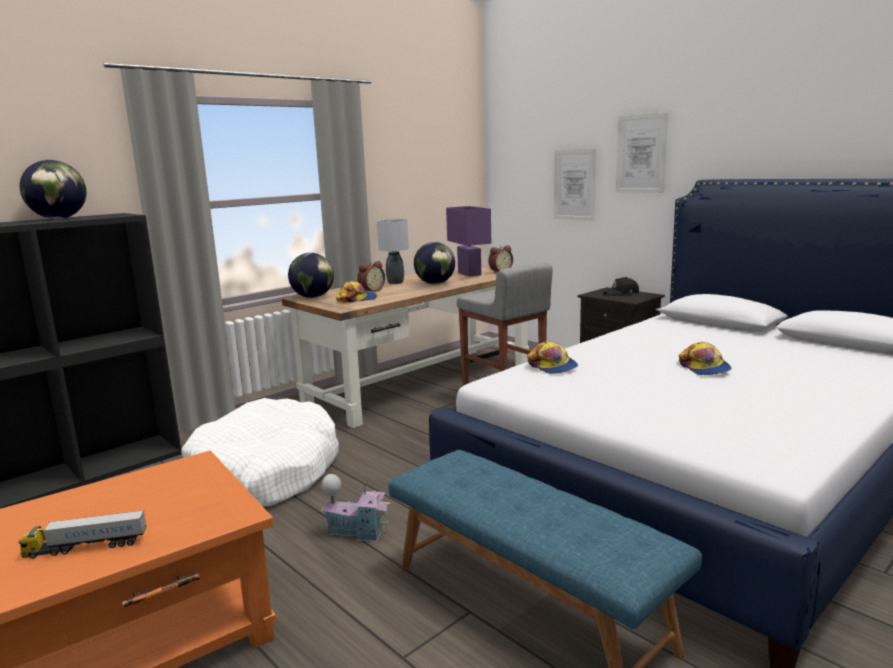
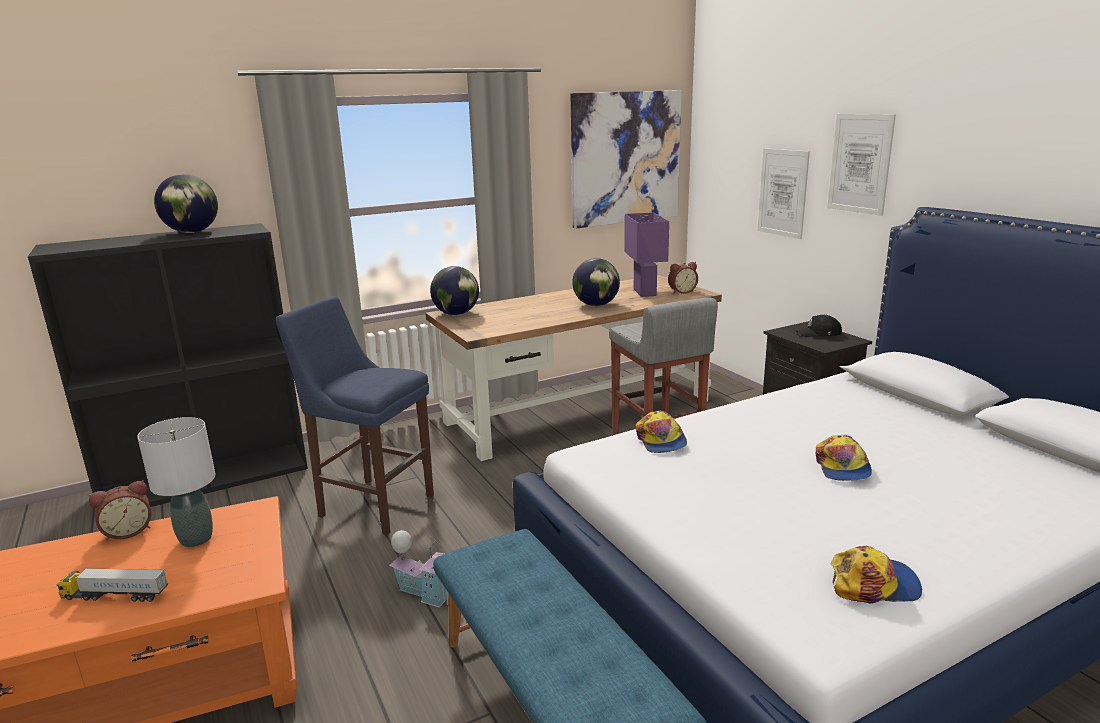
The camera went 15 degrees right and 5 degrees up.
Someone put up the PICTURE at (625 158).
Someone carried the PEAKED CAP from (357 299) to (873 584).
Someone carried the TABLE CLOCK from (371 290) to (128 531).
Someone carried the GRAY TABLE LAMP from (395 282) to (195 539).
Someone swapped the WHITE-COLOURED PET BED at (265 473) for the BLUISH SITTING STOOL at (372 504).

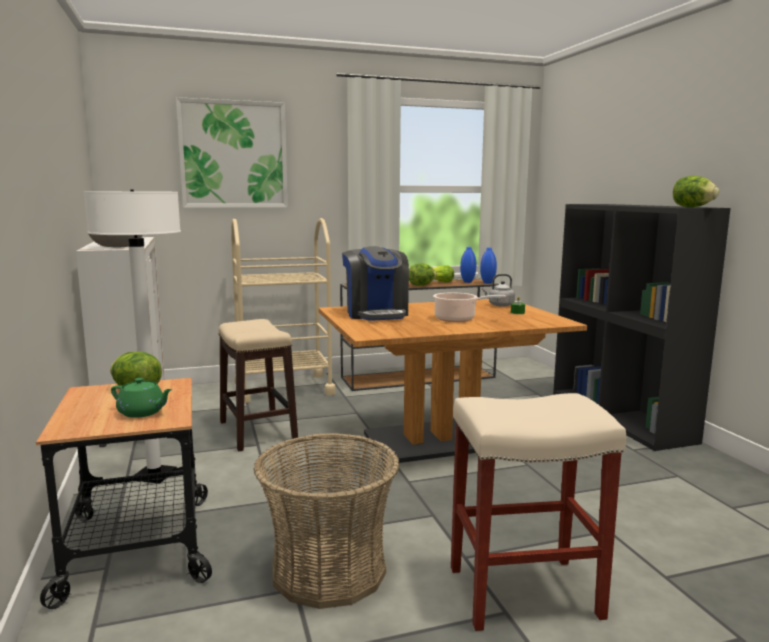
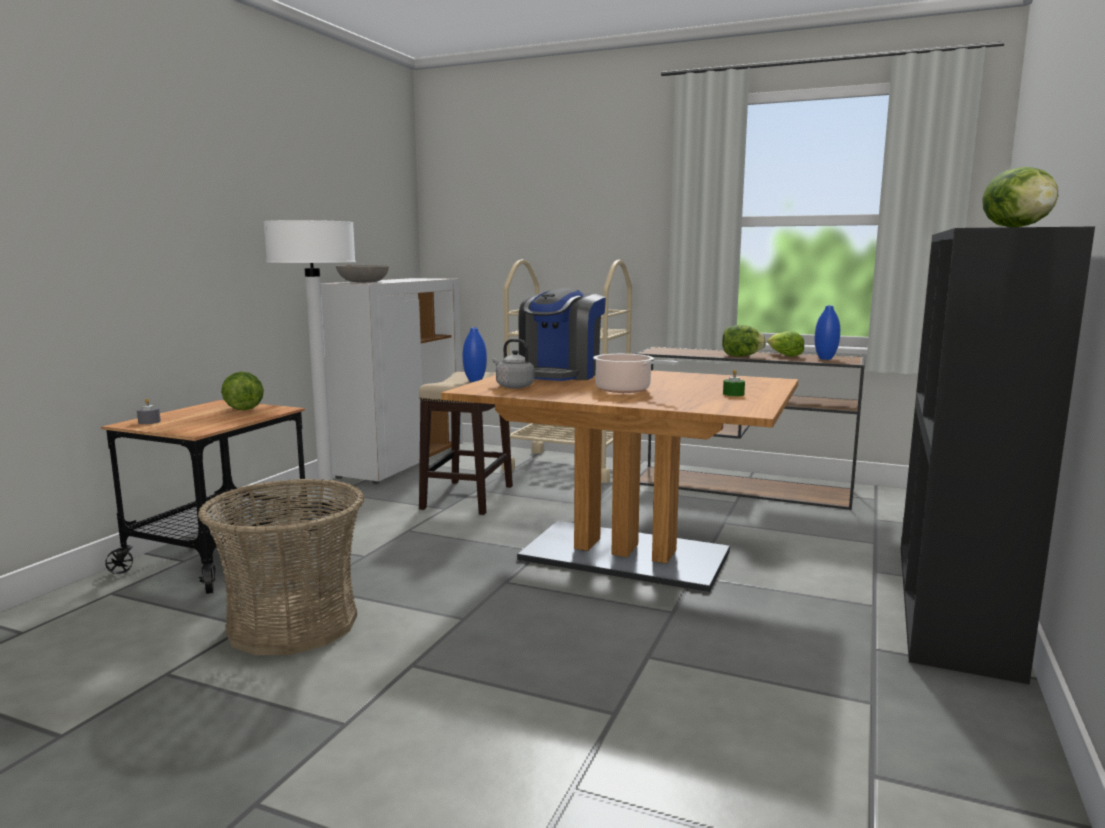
The camera went 40 degrees right and 0 degrees up.
Someone took away the GREEN-COLOURED TEA POT at (142 412).
Someone took away the PICTURE at (233 155).
Someone took away the BEIGE-COLOURED SITTING STOOL at (525 591).
Someone put down the GRAY WAX CANDLE at (149 422).
Someone carried the BLUISH DECORATIVE VASE from (487 283) to (475 381).
Someone carried the GRAY KETTLE from (499 305) to (513 386).

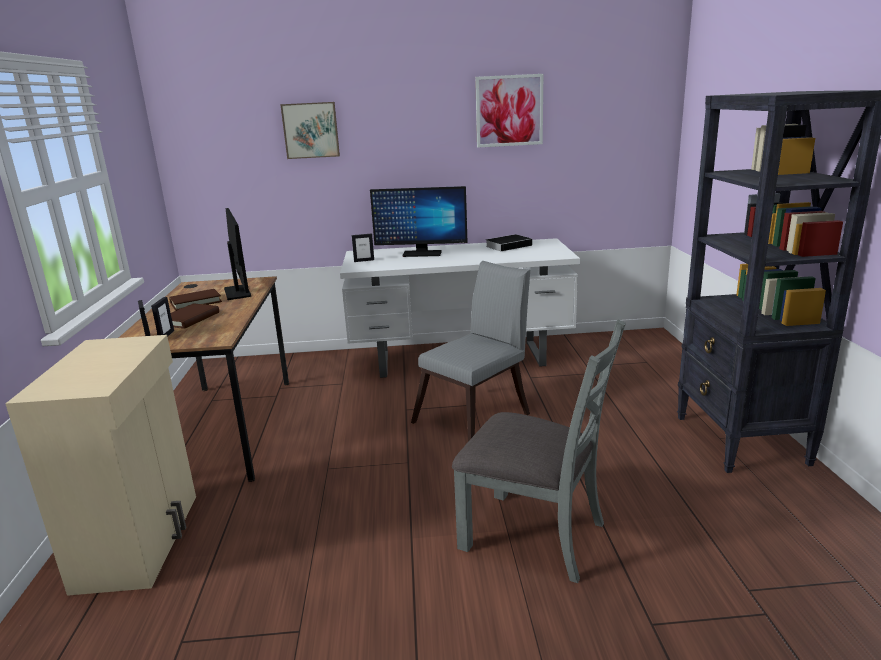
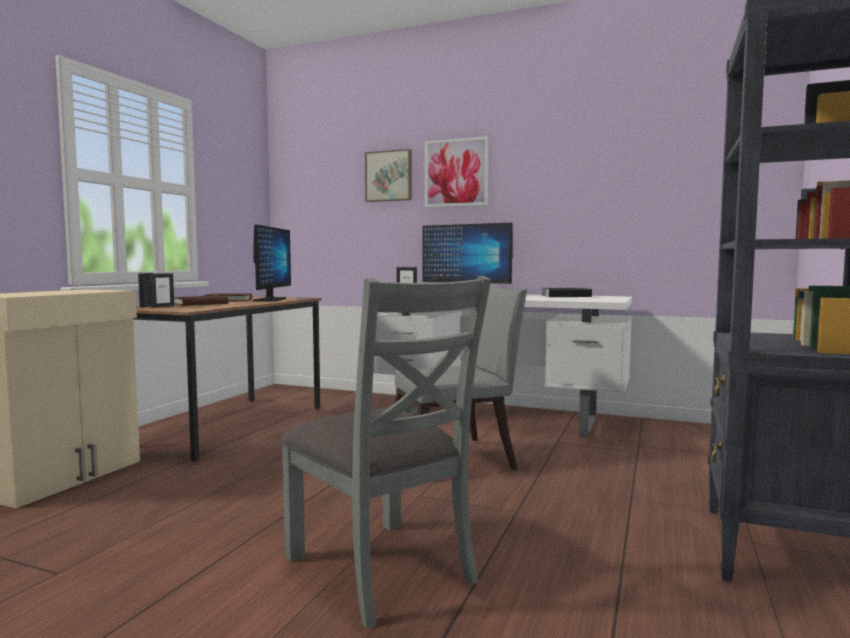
The camera went 25 degrees right and 15 degrees down.
Someone carried the PICTURE from (509 111) to (456 173).

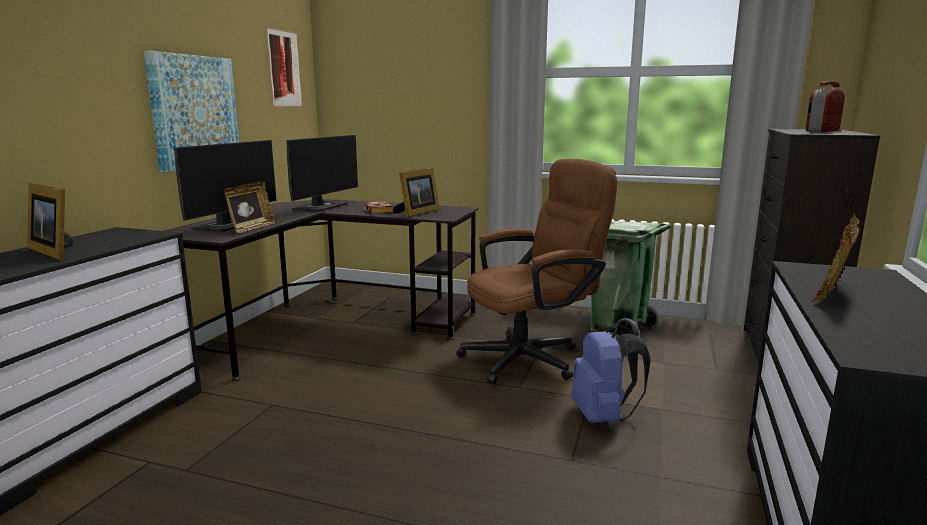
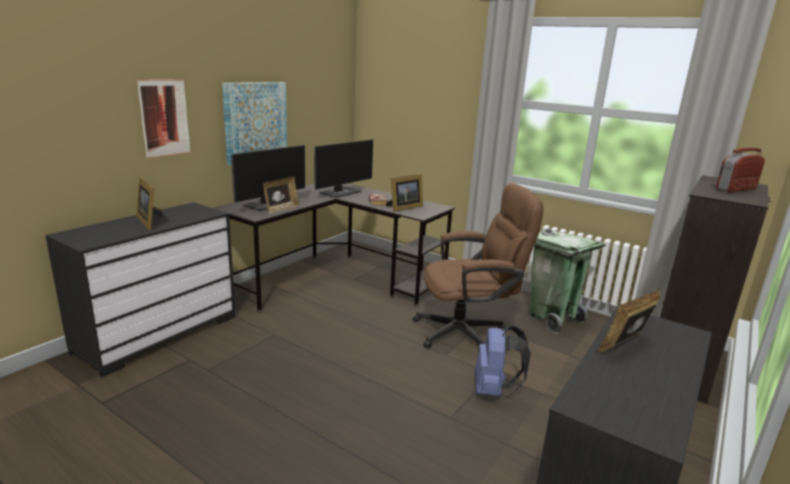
The camera went 15 degrees right and 5 degrees up.
Someone carried the PICTURE from (284 69) to (164 118).

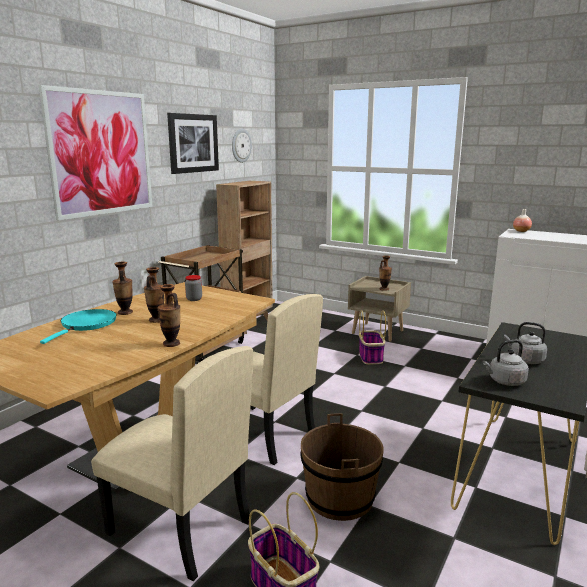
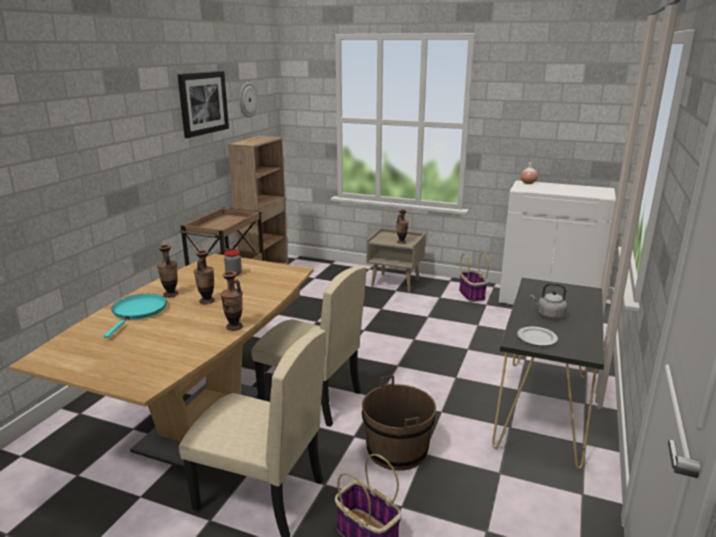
The camera went 10 degrees left and 5 degrees up.
Someone took away the PICTURE at (101 153).
Someone carried the HOUSEHOLD BASKET from (371 357) to (472 295).
Someone swapped the GRAY KETTLE at (505 381) for the PLATE at (536 338).

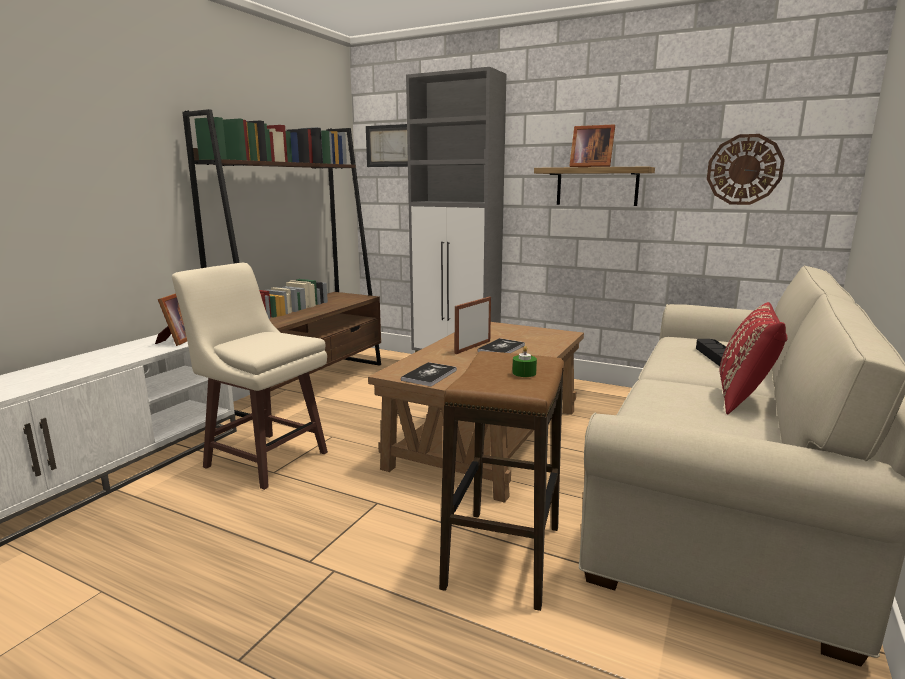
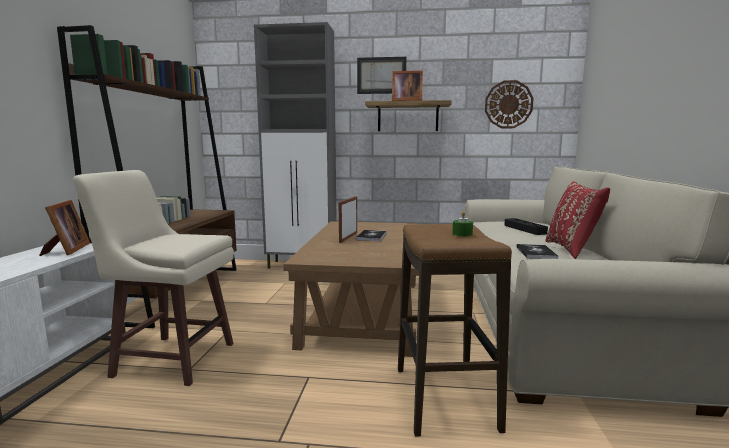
The camera went 20 degrees left and 5 degrees down.
Someone carried the PICTURE from (390 146) to (381 75).
Someone carried the BOOK from (429 375) to (536 252).

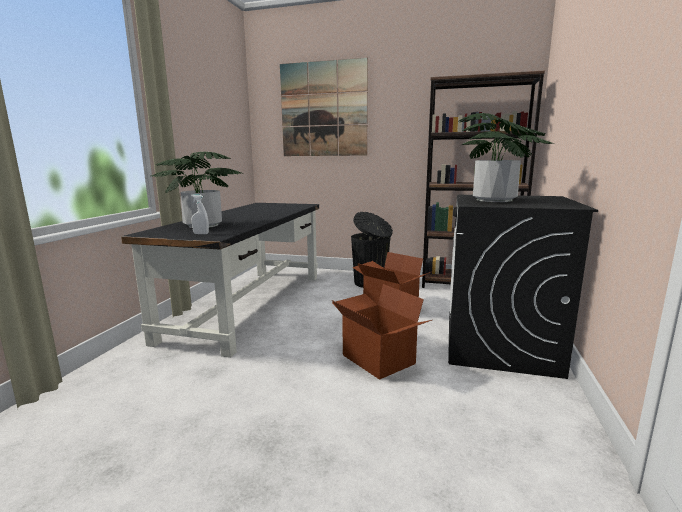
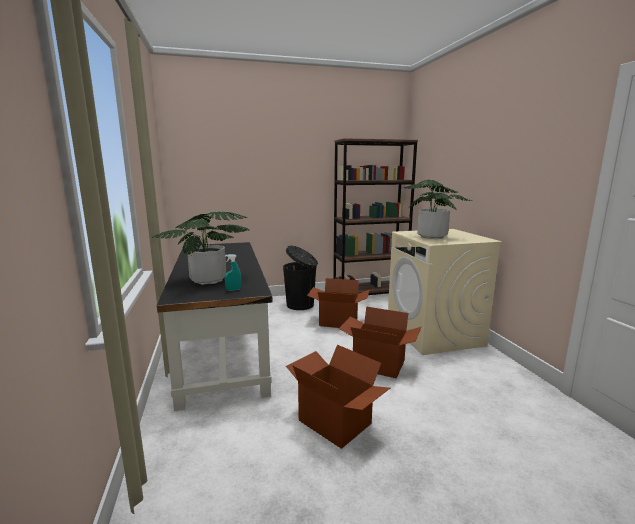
The camera went 30 degrees left and 0 degrees up.
Someone took away the PICTURE at (323 109).
Someone put down the CARDBOARD BOX at (335 421).
Someone repainted the WHITE-COLOURED SPRAY BOTTLE at (201 234), which became the BLUE-GREEN SPRAY BOTTLE at (233 290).
Someone repainted the BLACKISH WASHING MACHINE at (499 345), which became the BEIGE-COLOURED WASHING MACHINE at (434 334).

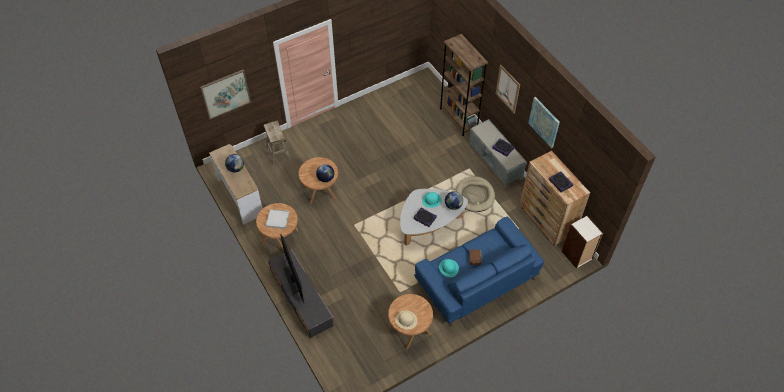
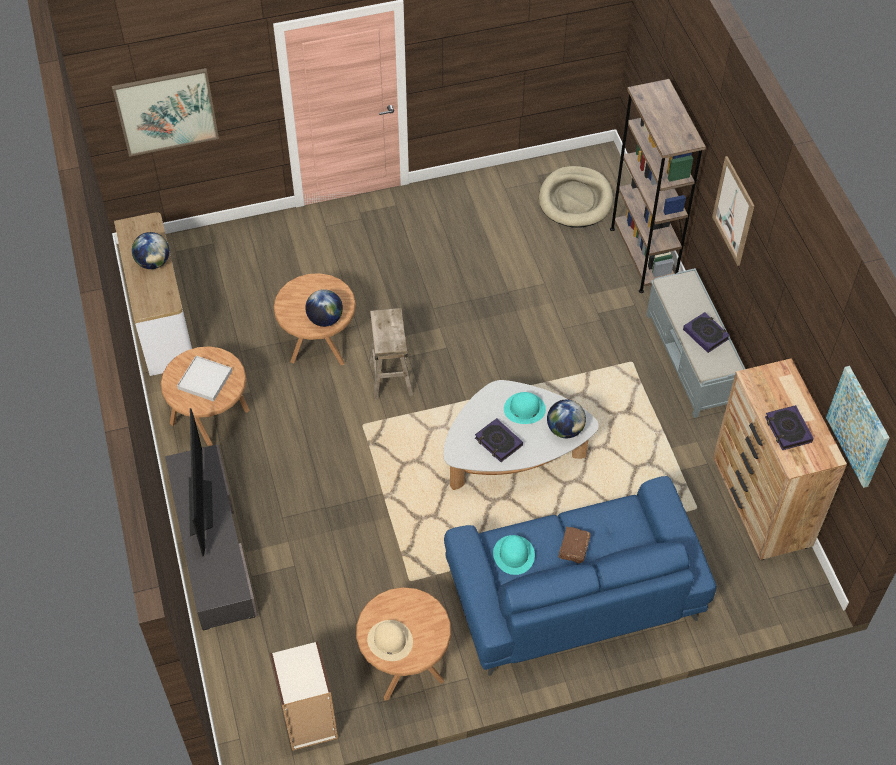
The camera went 15 degrees right and 0 degrees up.
Someone carried the BEIGE-COLOURED SITTING STOOL from (278 154) to (390 376).
Someone carried the BEIGE-COLOURED PET BED from (475 195) to (575 200).
Someone carried the PICTURE from (544 122) to (859 426).
Someone carried the BOOKCASE from (577 255) to (309 720).

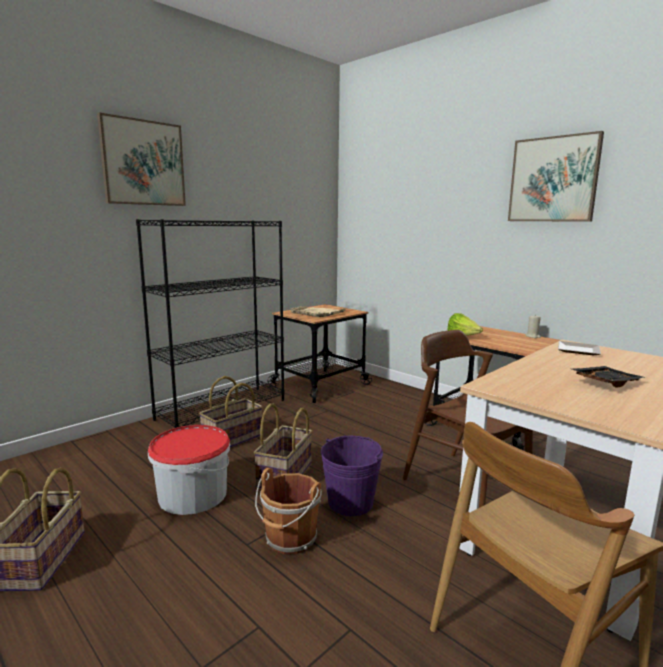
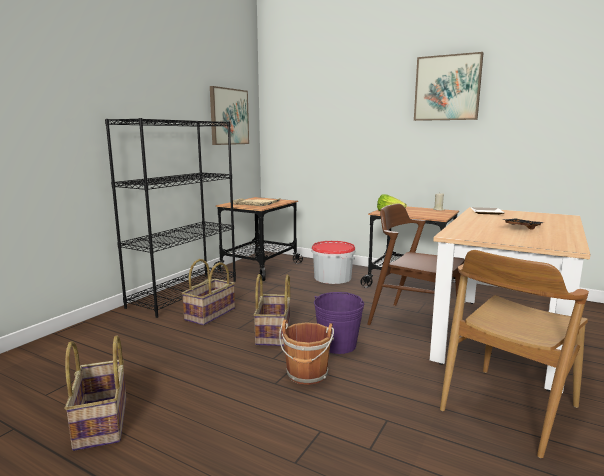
The camera went 15 degrees left and 0 degrees up.
Someone carried the PICTURE from (143 163) to (229 116).
Someone carried the PAIL from (192 495) to (332 277).

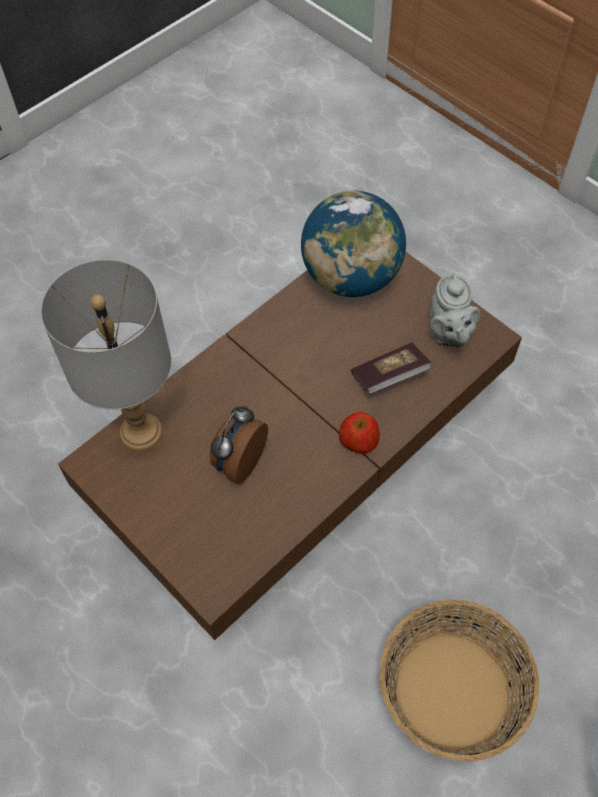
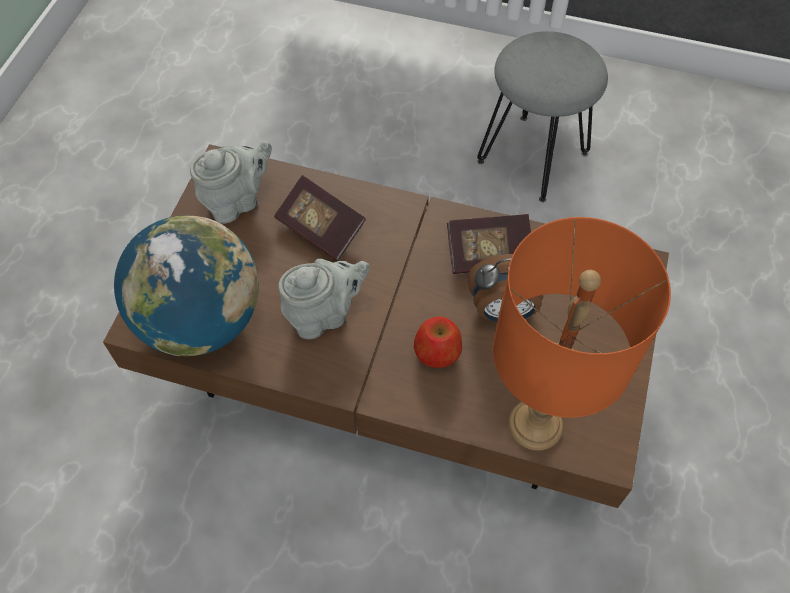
The camera went 120 degrees left and 0 degrees up.
Someone put down the GRAY TEA POT at (324 315).
Someone put down the BOOK at (488 254).
Someone carried the WHOLE APPLE from (358 440) to (437 351).
Someone swapped the HOUSEHOLD BASKET at (452 689) for the GRAY SITTING STOOL at (531 157).
Someone repainted the GRAY TABLE LAMP at (140 432), which became the ORANGE-COLOURED TABLE LAMP at (536 425).

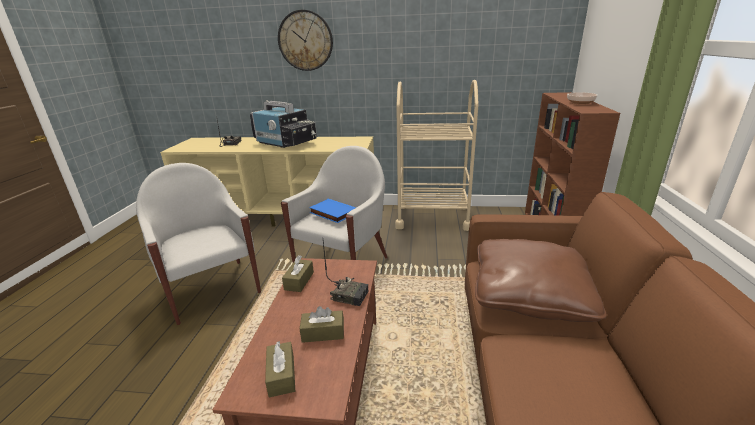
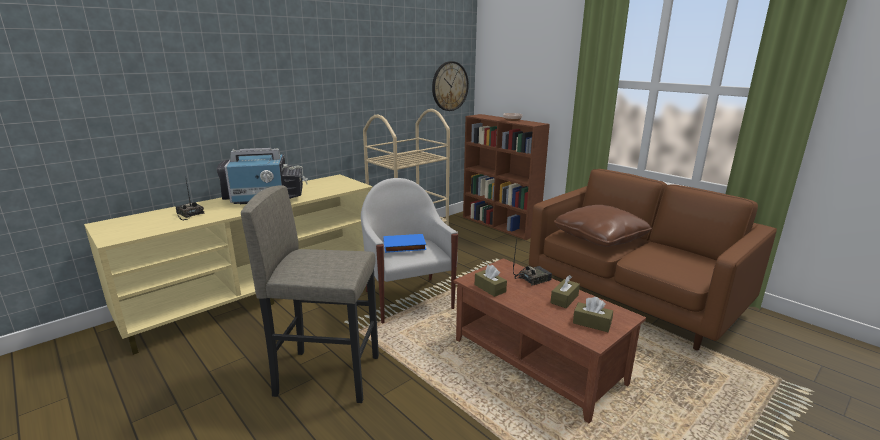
The camera went 50 degrees left and 5 degrees down.
Someone carried the WALL CLOCK from (305 41) to (450 86).
Someone swapped the WHITE-COLOURED EASY CHAIR at (212 289) for the GRAY SITTING STOOL at (328 375).

